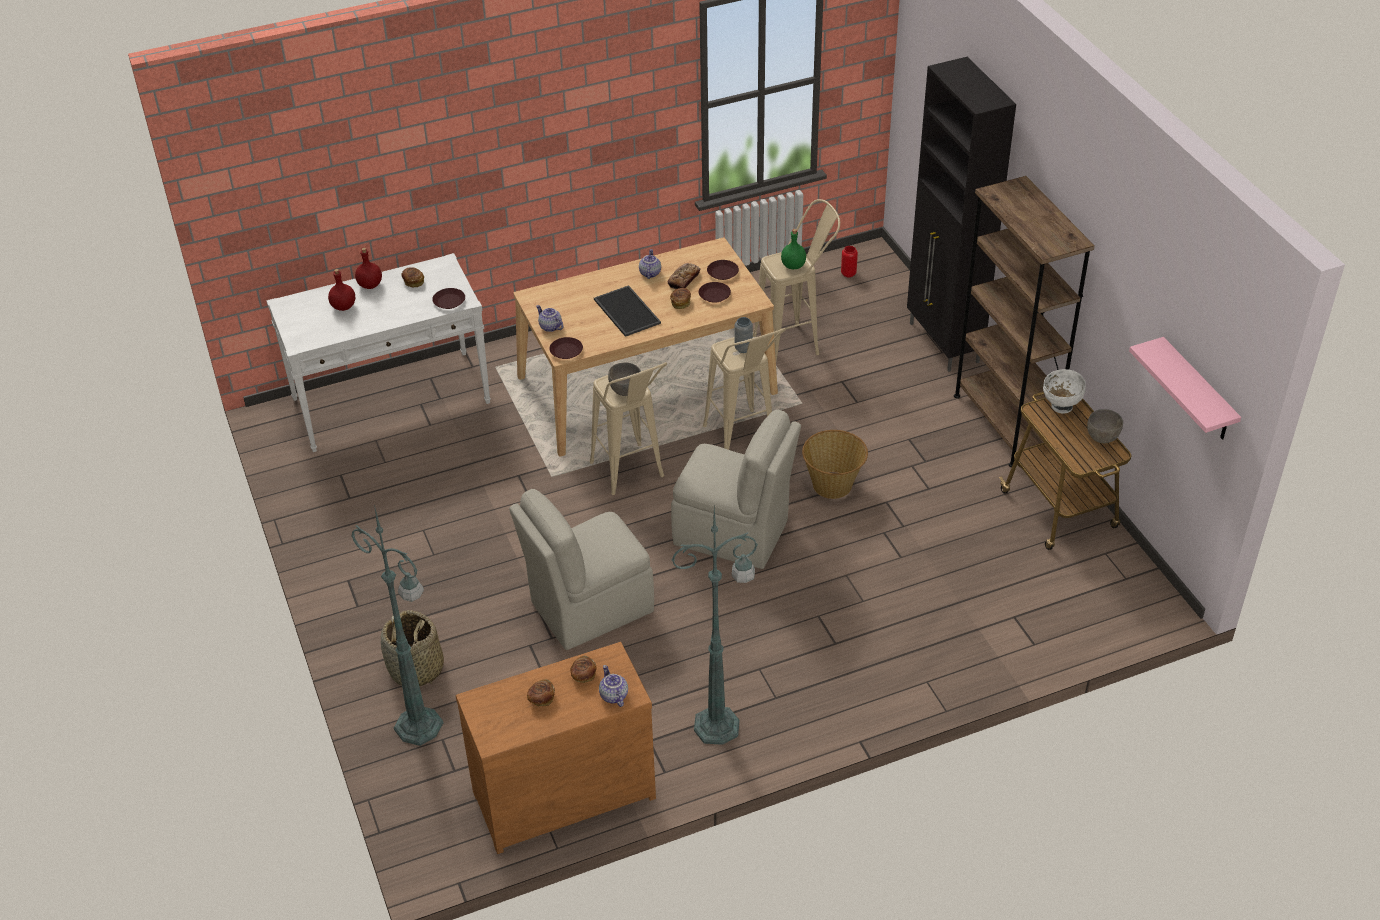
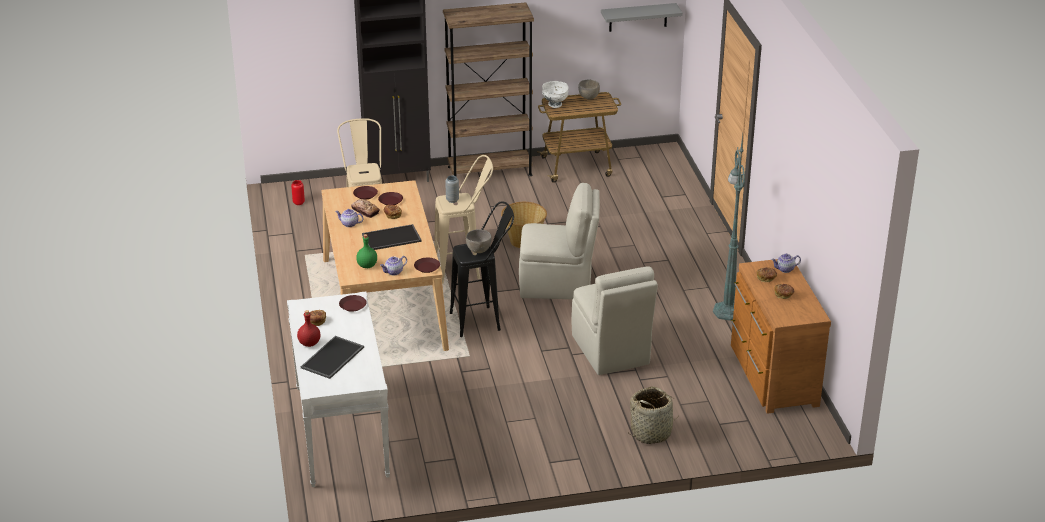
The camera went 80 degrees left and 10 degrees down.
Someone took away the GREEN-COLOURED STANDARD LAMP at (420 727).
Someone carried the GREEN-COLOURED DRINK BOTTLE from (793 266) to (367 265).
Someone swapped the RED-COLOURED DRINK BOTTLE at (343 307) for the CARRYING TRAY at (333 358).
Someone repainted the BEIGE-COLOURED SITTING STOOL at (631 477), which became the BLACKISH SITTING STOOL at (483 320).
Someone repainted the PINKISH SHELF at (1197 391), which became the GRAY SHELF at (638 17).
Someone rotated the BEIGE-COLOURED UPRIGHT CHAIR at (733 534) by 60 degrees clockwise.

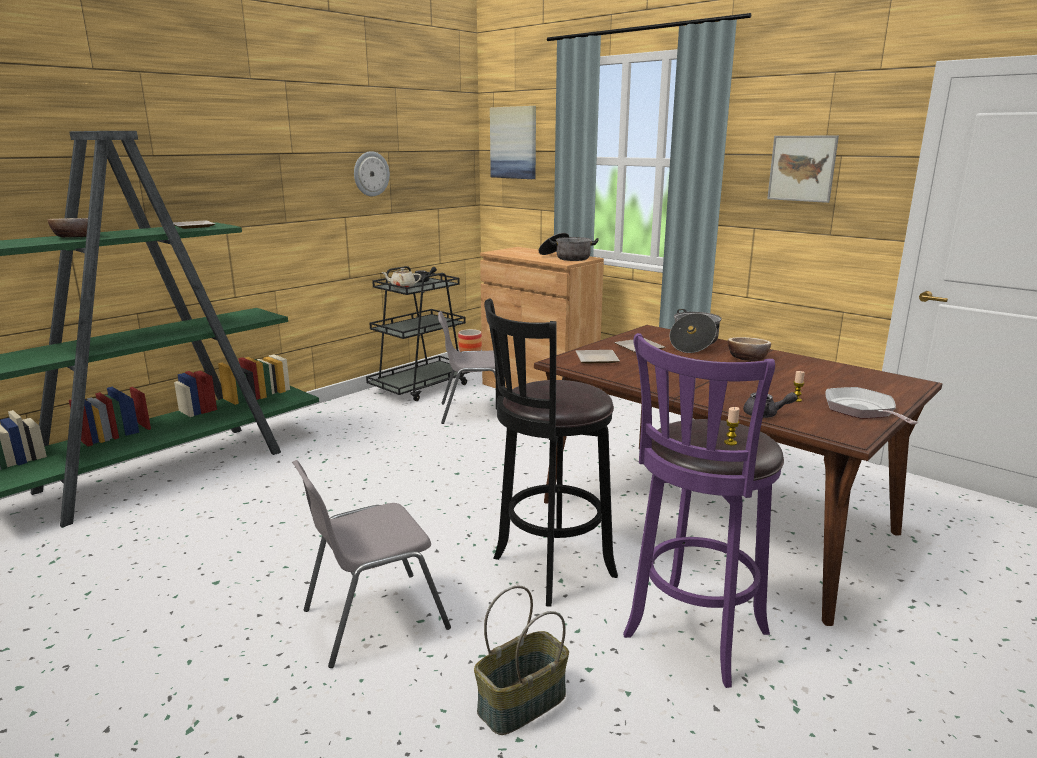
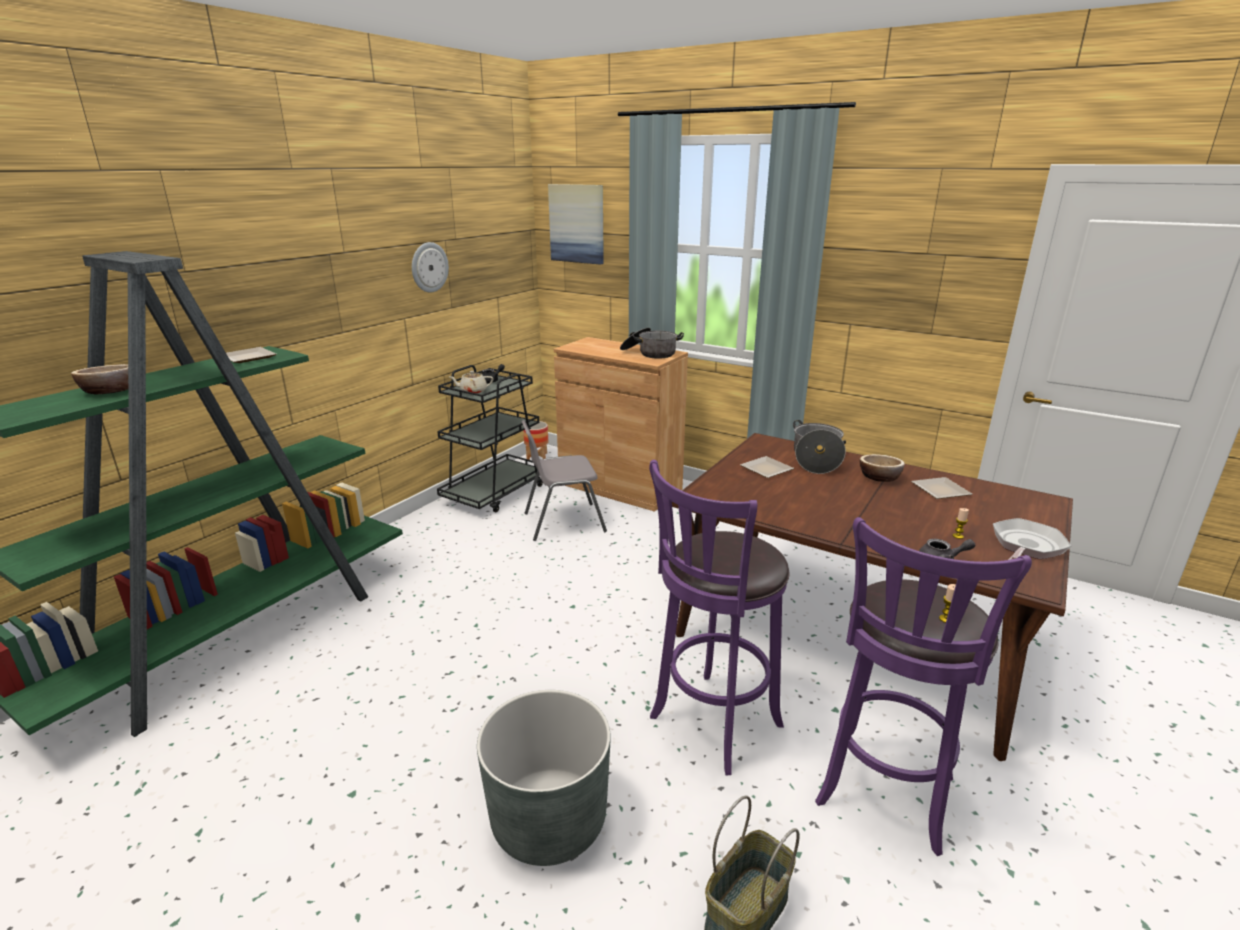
The camera went 10 degrees left and 5 degrees up.
Someone took away the PICTURE at (802 168).
Someone carried the PLATE from (598 359) to (942 491).
Someone swapped the GRAY UPRIGHT CHAIR at (372 619) for the GRAY PLANTER at (549 820).
Someone repainted the BLACKISH SITTING STOOL at (548 569), which became the PURPLE SITTING STOOL at (711 725).
Someone rotated the SKILLET at (862 410) by 60 degrees clockwise.

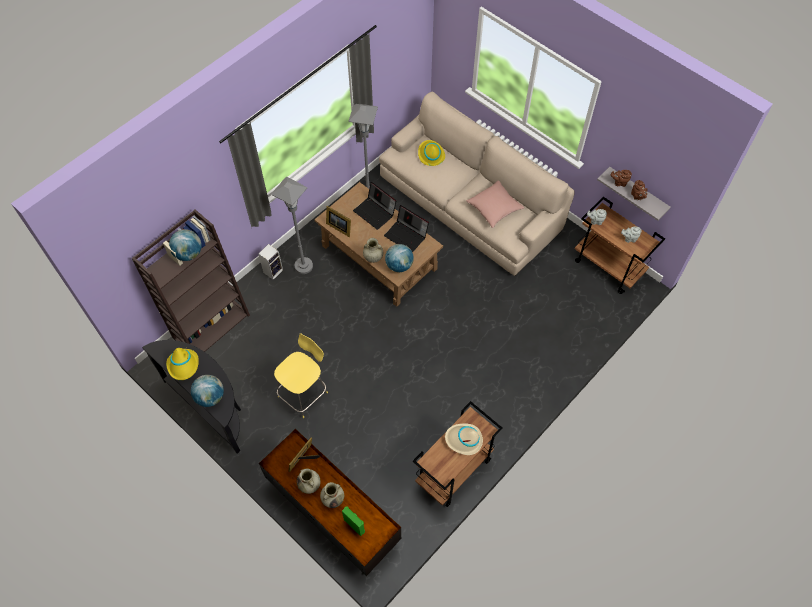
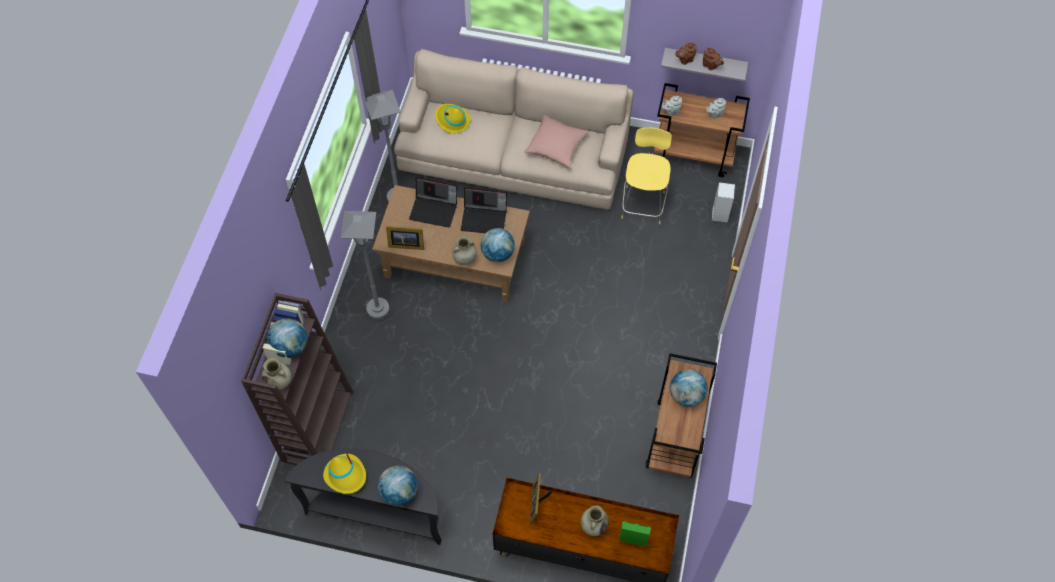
The camera went 30 degrees left and 0 degrees up.
Someone carried the LOUDSPEAKER from (273 270) to (719 213).
Someone carried the YELLOW-COLOURED SITTING STOOL from (304 393) to (643 203).
Someone carried the BEIGE-COLOURED DECORATIVE VASE from (309 485) to (279 382).
Someone swapped the BEIGE-COLOURED HAT at (463 440) for the DESK GLOBE at (686 395).

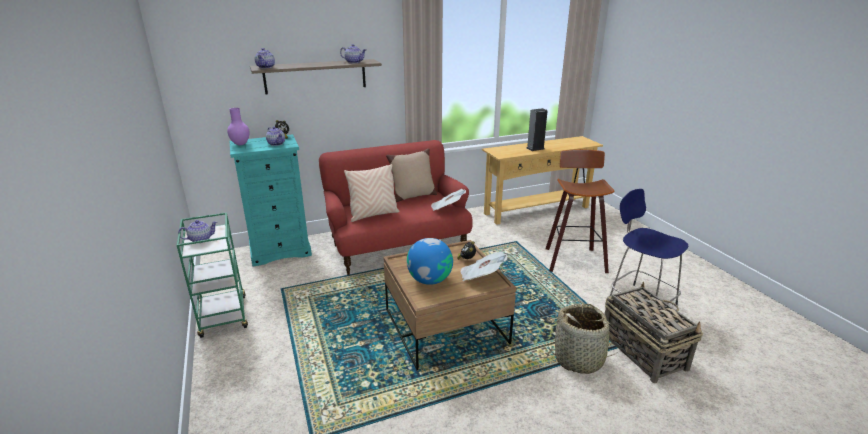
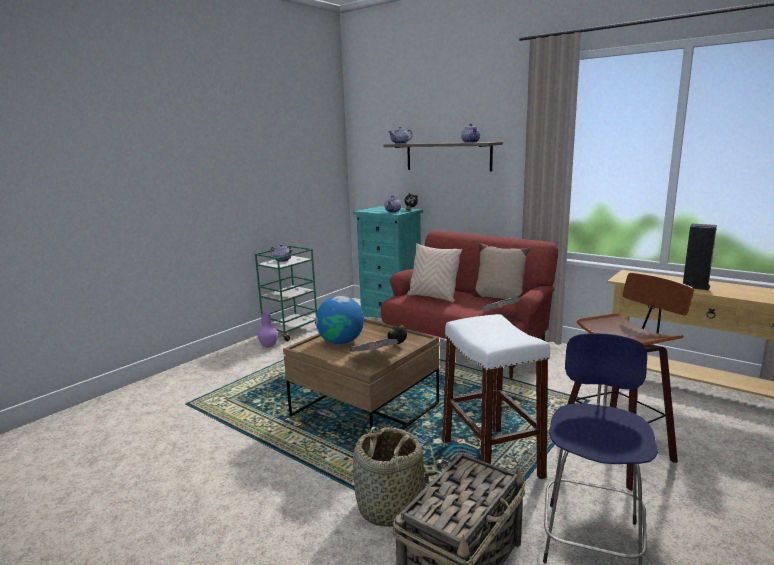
The camera went 60 degrees right and 10 degrees down.
Someone put down the WHITE-COLOURED SITTING STOOL at (491 458).
Someone carried the PURPLE DECORATIVE VASE from (240 144) to (269 346).

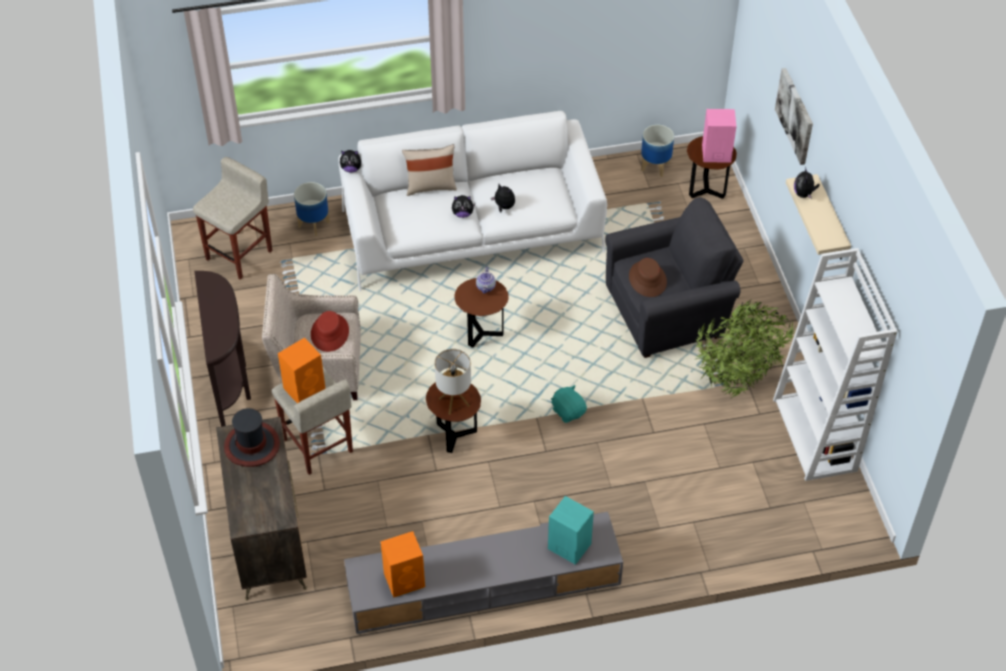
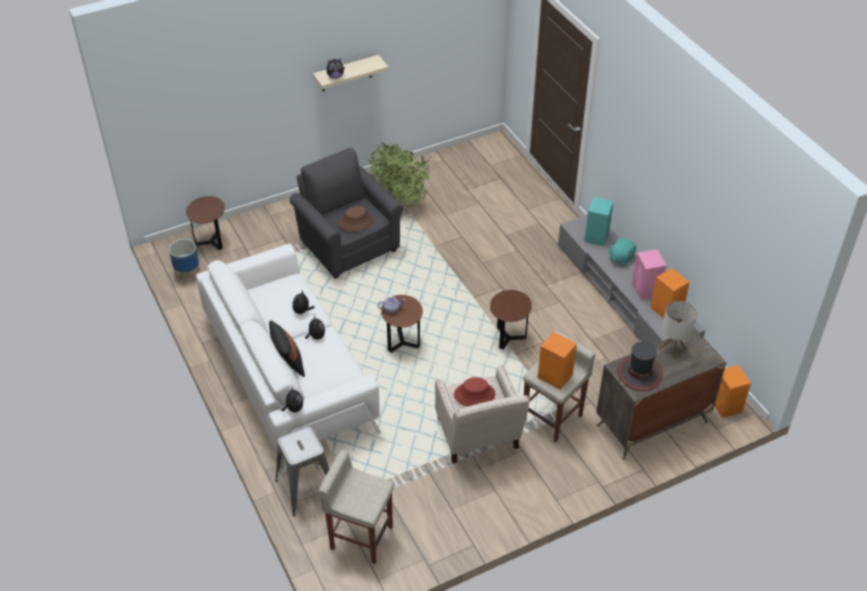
The camera went 105 degrees left and 5 degrees down.
Someone took away the BROWN-COLOURED CONSOLE TABLE at (231 383).
Someone took away the WHITE-COLOURED BOOKCASE at (816 435).
Someone took away the PICTURE at (795 115).
Someone put down the ORANGE-COLOURED LOUDSPEAKER at (726 406).
Someone carried the TABLE LAMP from (454 402) to (673 349).
Someone carried the BLUE-GREEN PLUSH TOY from (568 411) to (621 258).
Someone carried the PINKISH LOUDSPEAKER from (715 153) to (646 290).
Someone swapped the PLANTER at (314 224) for the GRAY SITTING STOOL at (307 489).
Someone repainted the BEIGE-COLOURED THROW PILLOW at (430 186), which became the BLACKISH THROW PILLOW at (288 363).

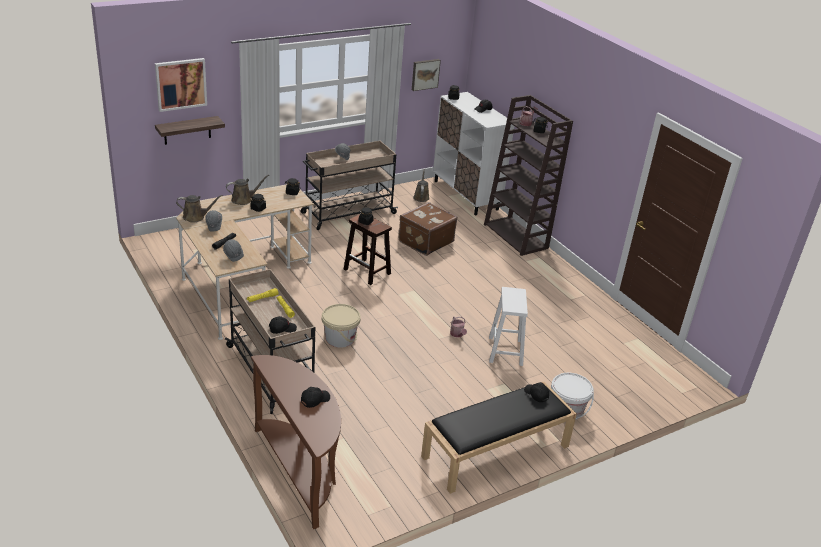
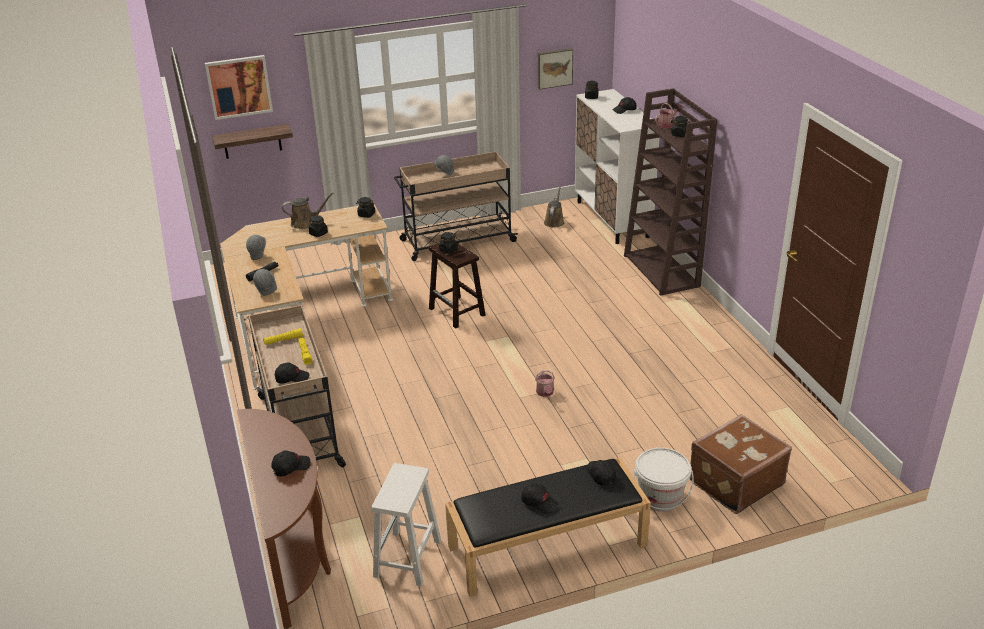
The camera went 15 degrees right and 0 degrees up.
Someone took away the BROWN-COLOURED WATERING CAN at (196 217).
Someone took away the BEIGE-COLOURED PAIL at (340 338).
Someone put down the BLACKISH PEAKED CAP at (539 502).
Someone carried the BROWN-COLOURED SUITCASE from (425 241) to (734 482).
Someone carried the WHITE-COLOURED SITTING STOOL from (505 351) to (407 559).

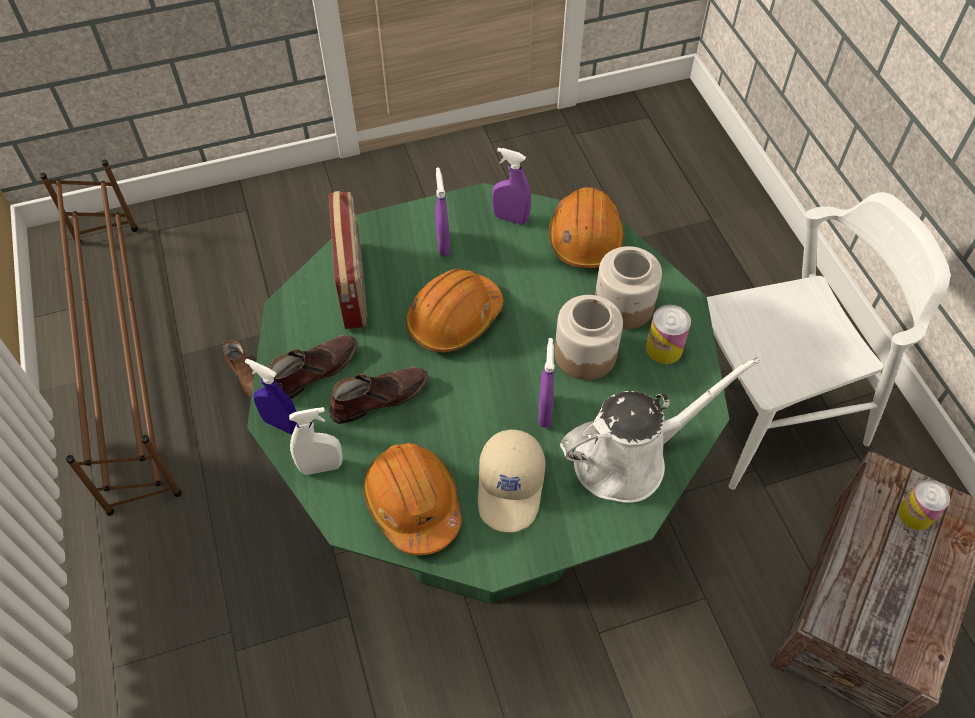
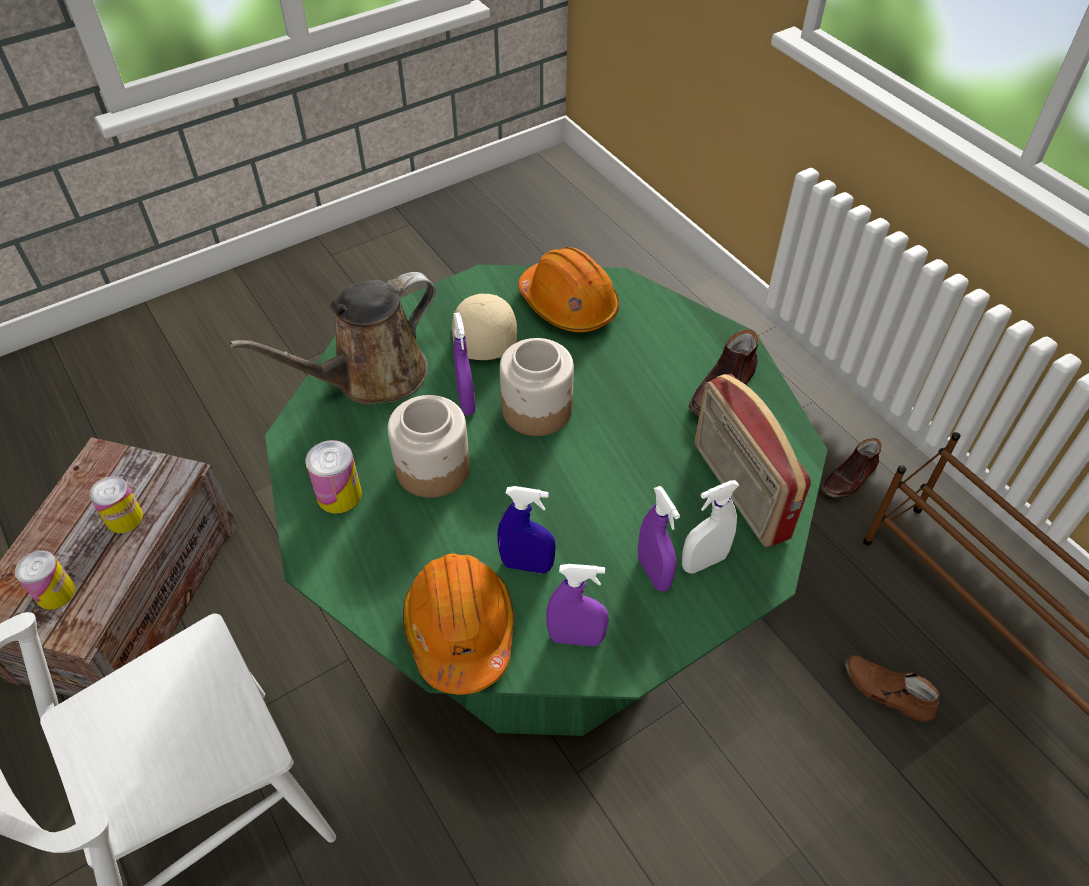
The camera went 165 degrees right and 5 degrees down.
Someone took away the ORANGE-COLOURED WORK HELMET at (454 319).
Someone put down the SEALED CAN at (124 518).
Someone carried the BLUISH SPRAY BOTTLE from (281 424) to (527 565).
Someone carried the WHITE-COLOURED SPRAY BOTTLE from (321 467) to (704 562).
Someone carried the BROWN-COLOURED LOW SHOE from (379 397) to (850 478).
Someone carried the PRESERVE JAR from (622 305) to (538 409).
Someone repainted the WHITE-COLOURED WATERING CAN at (629 459), which became the BROWN-COLOURED WATERING CAN at (371 377).

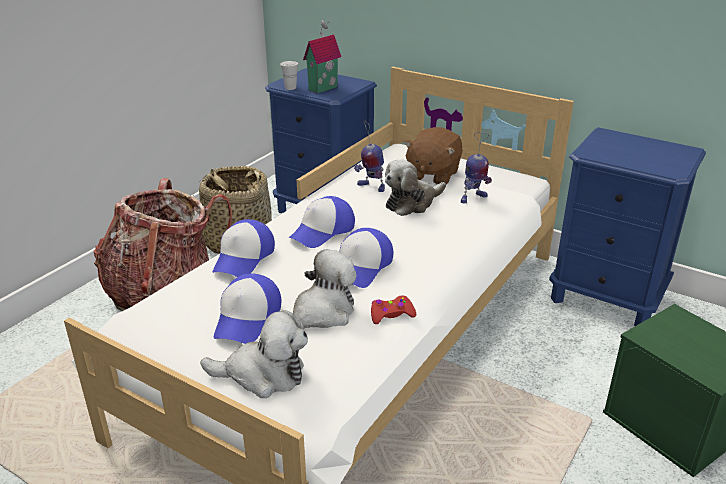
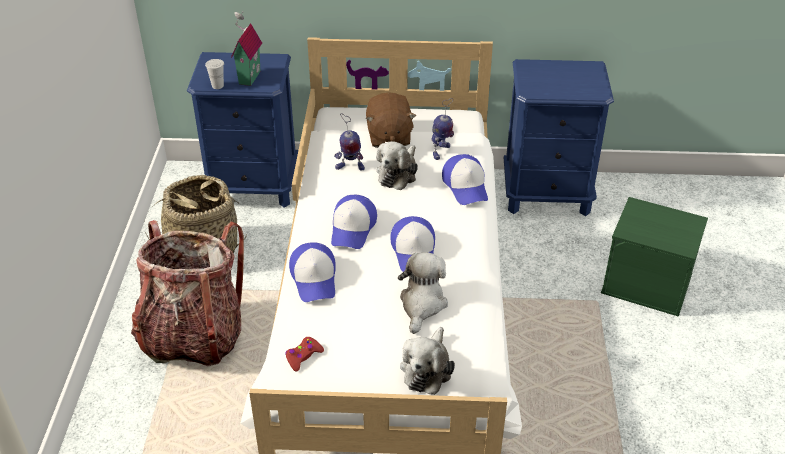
The camera went 30 degrees left and 10 degrees up.
Someone carried the PEAKED CAP from (247 318) to (466 186).
Someone carried the RED-COLOURED GAMEPAD from (391 314) to (303 356).
Someone rotated the PLUSH TOY at (263 375) by 135 degrees clockwise.

